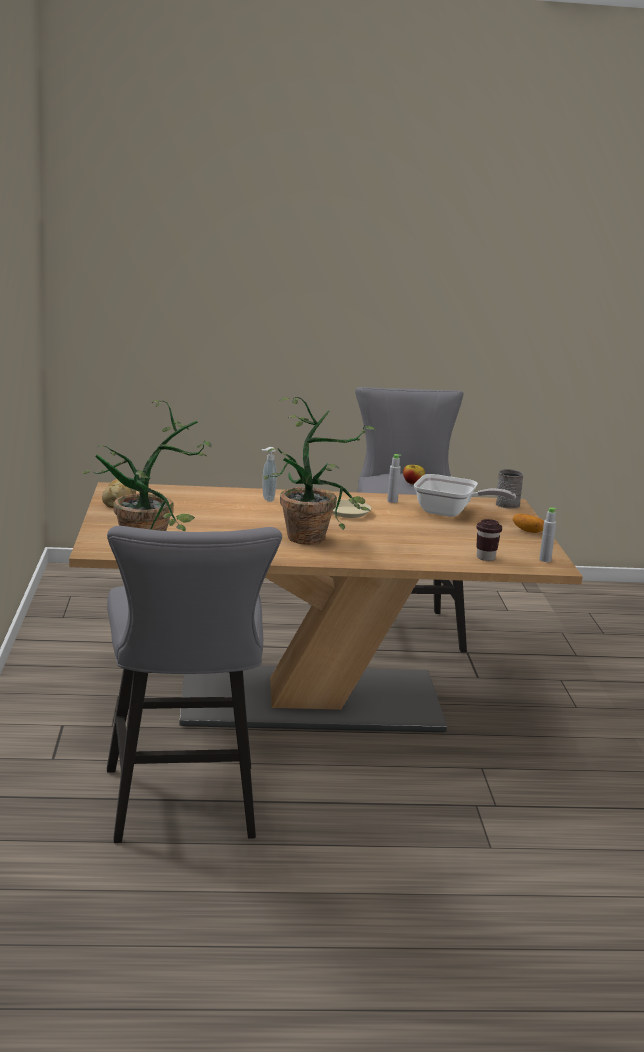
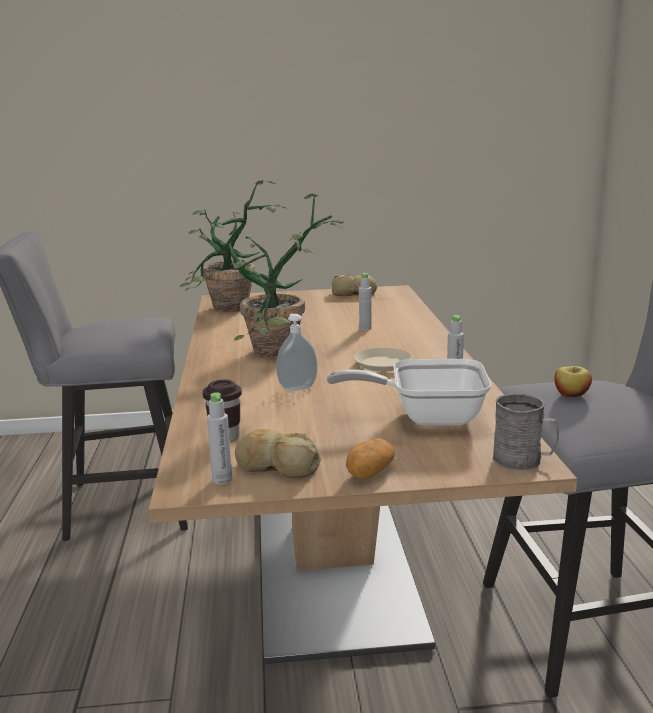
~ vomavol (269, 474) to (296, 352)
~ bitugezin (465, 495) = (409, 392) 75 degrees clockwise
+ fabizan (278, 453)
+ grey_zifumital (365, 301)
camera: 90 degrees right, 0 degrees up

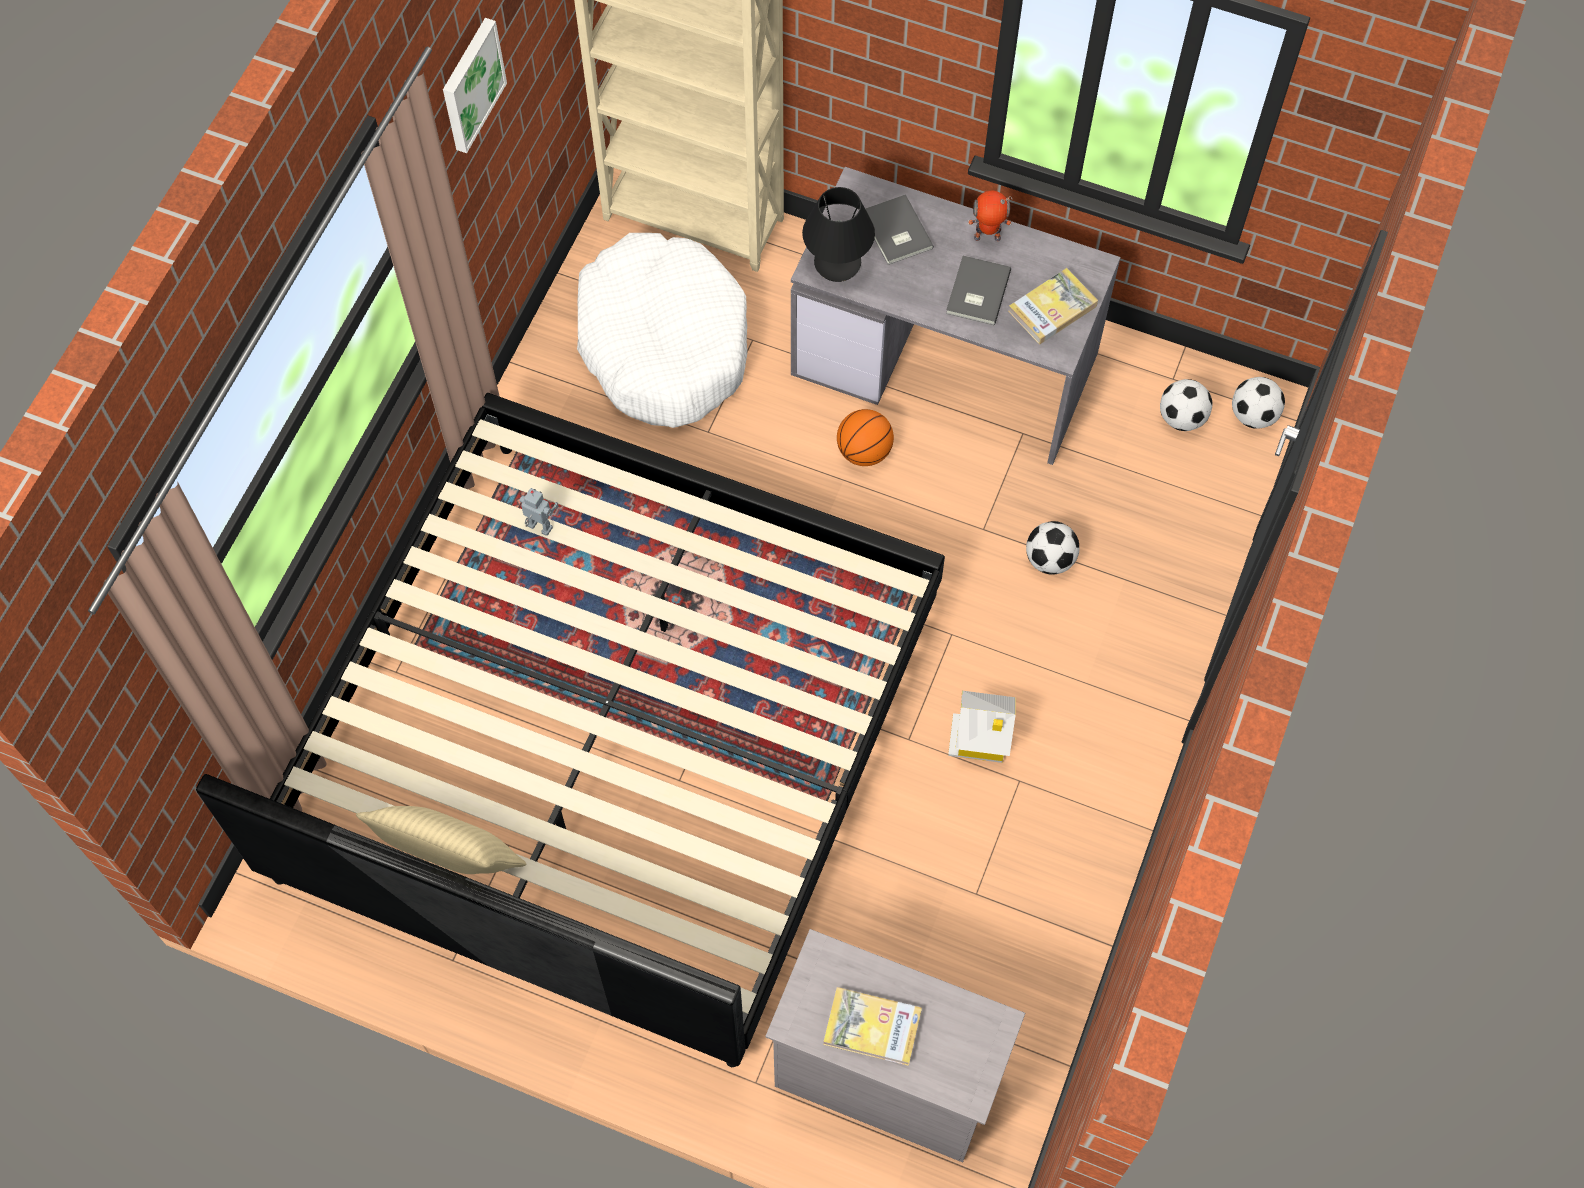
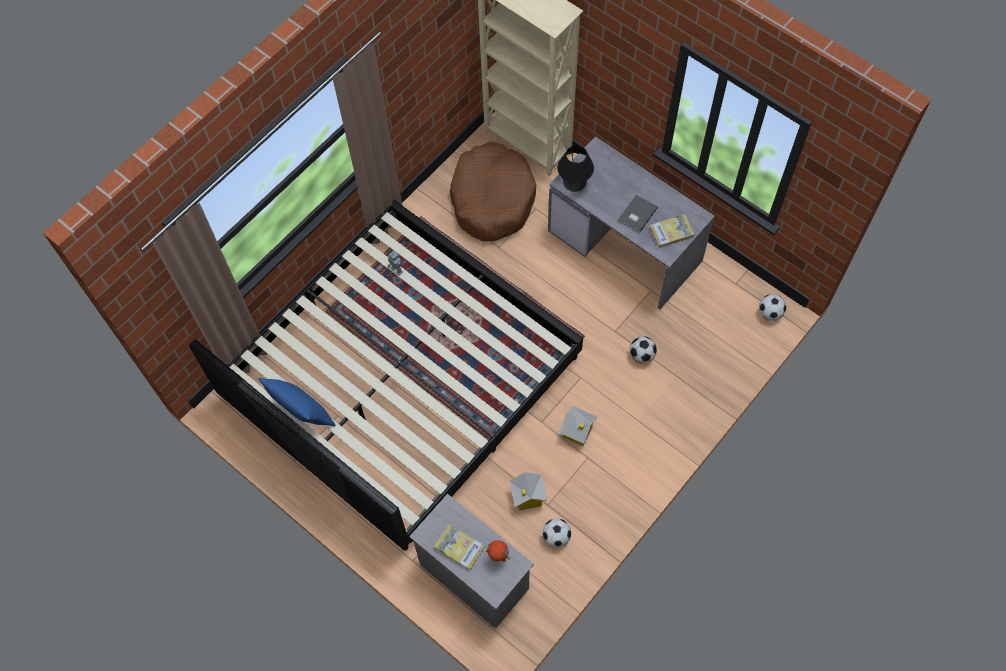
~ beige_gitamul (441, 840) to blue_gitamul (297, 402)
- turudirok (475, 85)
~ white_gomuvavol (662, 330) to brown_gomuvavol (493, 191)
- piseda (865, 437)
- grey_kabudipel (899, 229)
~ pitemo (990, 216) to (498, 551)
~ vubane (1186, 405) to (556, 533)
+ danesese (528, 491)
camera: 20 degrees right, 0 degrees up

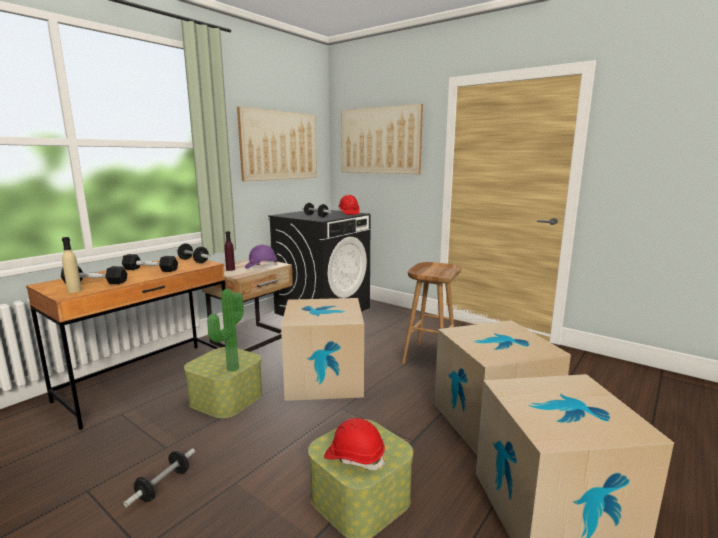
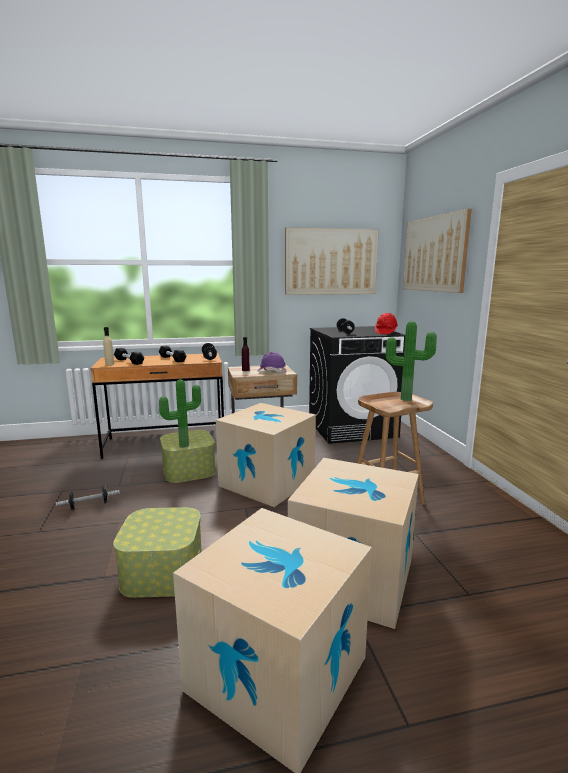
- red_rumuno (354, 444)
+ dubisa (411, 361)
camera: 40 degrees right, 0 degrees up

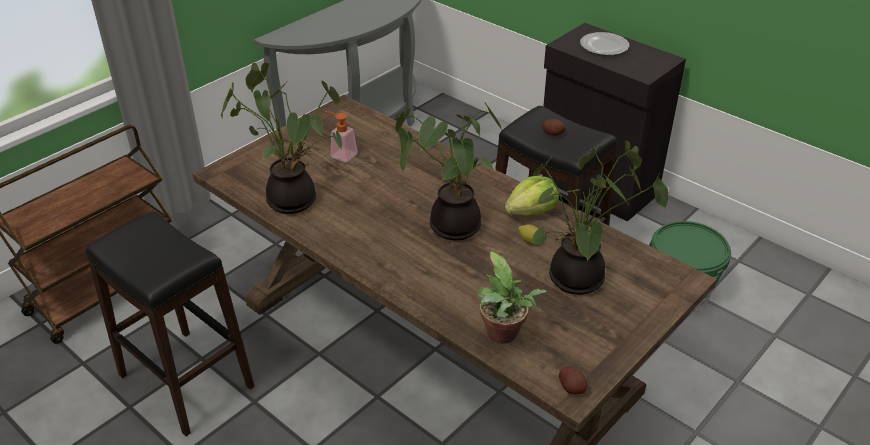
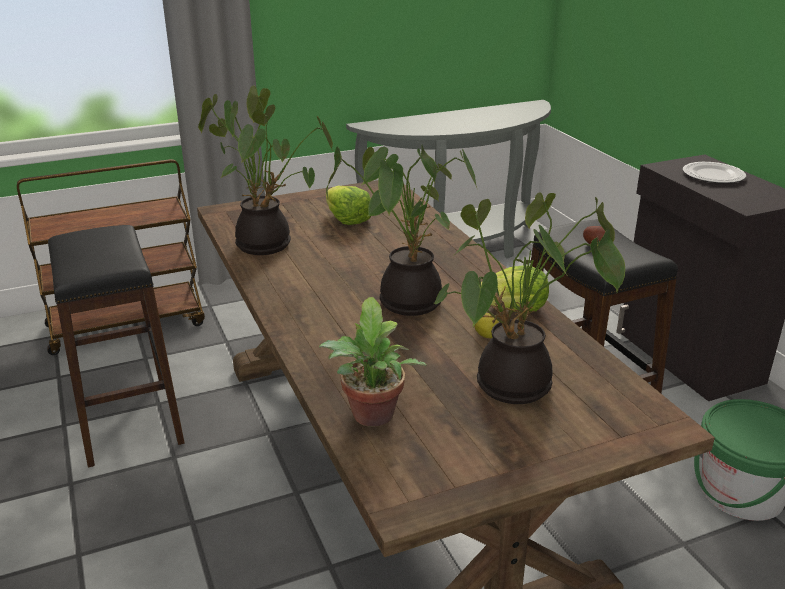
~ vomavol (341, 136) to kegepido (348, 205)
- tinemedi (573, 380)
camera: 25 degrees right, 10 degrees down

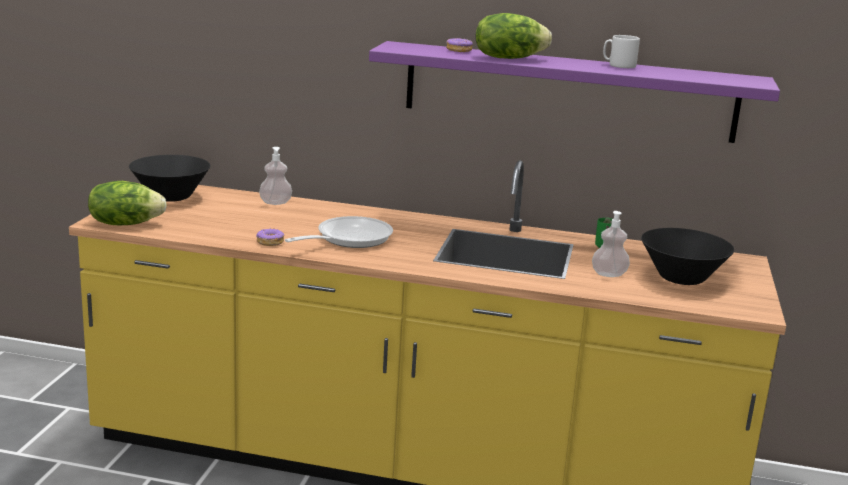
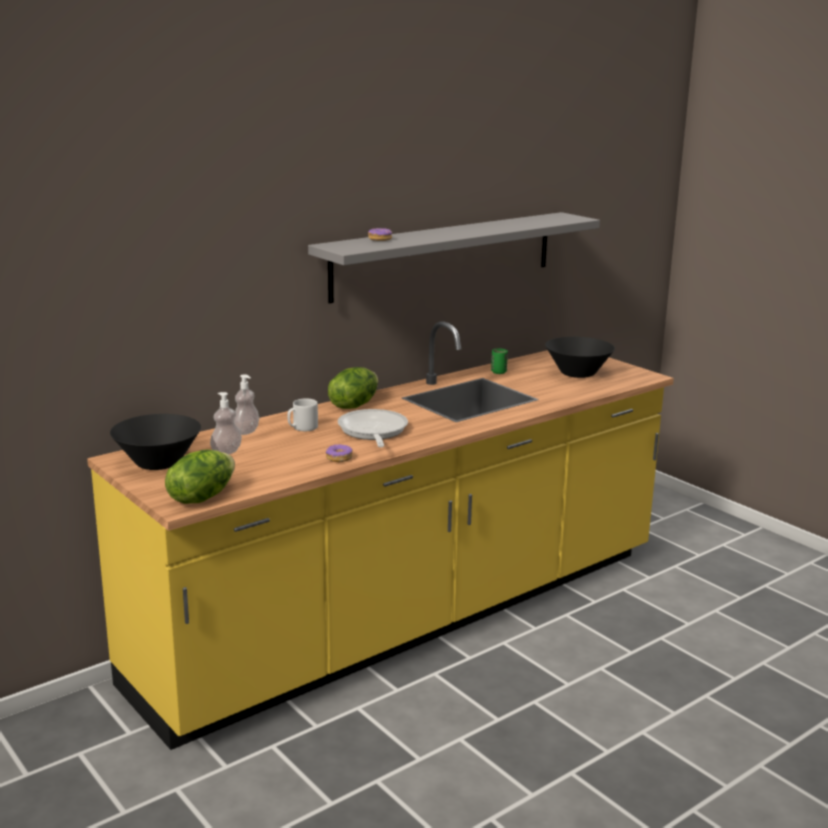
~ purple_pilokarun (574, 92) to grey_pilokarun (454, 258)
~ kegepido (514, 36) to (353, 388)
~ vomavol (611, 244) to (226, 423)
~ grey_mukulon (621, 51) to (302, 414)
camera: 50 degrees left, 0 degrees up

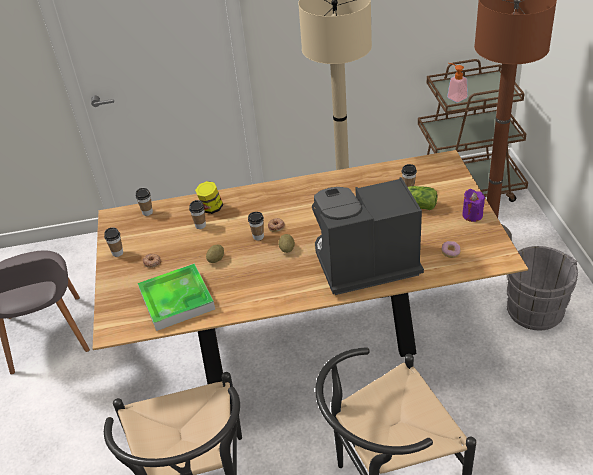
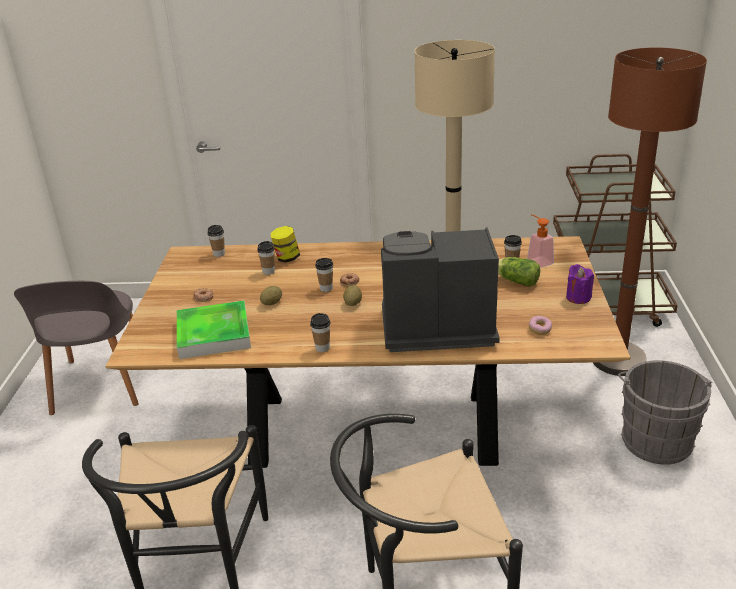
~ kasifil (113, 242) to (320, 332)
~ vomavol (457, 82) to (540, 241)
camera: 10 degrees right, 10 degrees down

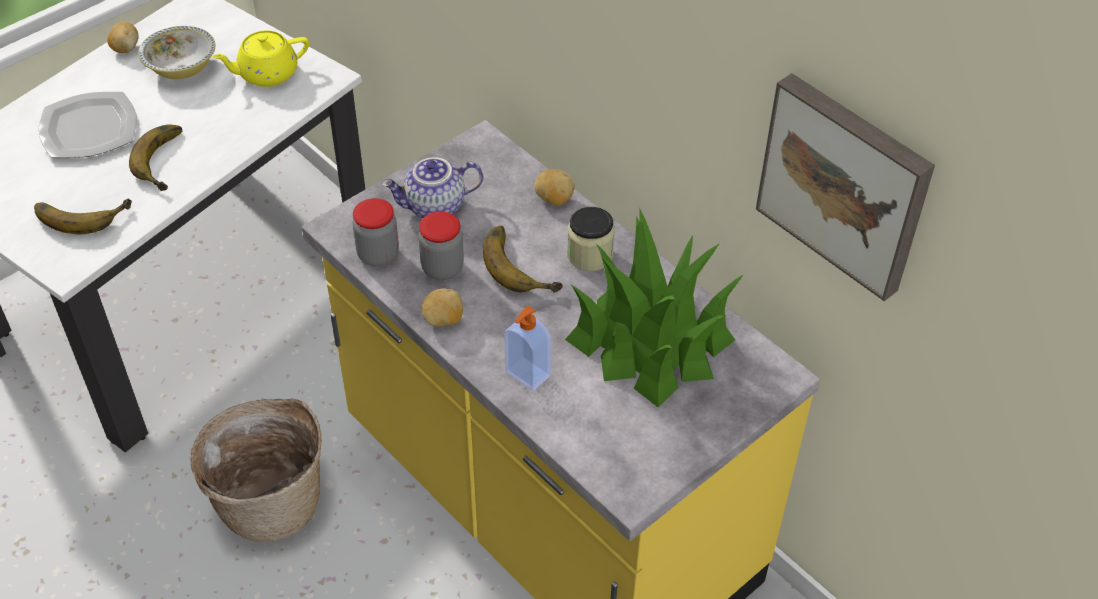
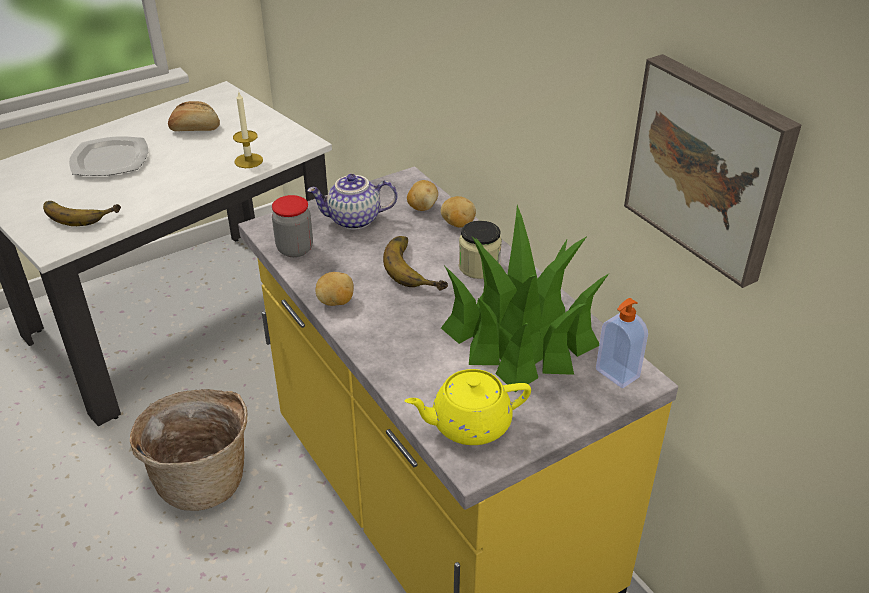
~ tinemedi (123, 37) to (422, 195)
- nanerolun (156, 157)
~ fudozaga (176, 52) to fabizan (194, 116)
~ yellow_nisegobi (260, 58) to (468, 407)
- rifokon (441, 245)
~ vomavol (527, 348) to (622, 343)
+ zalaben (248, 130)
camera: 10 degrees right, 10 degrees down

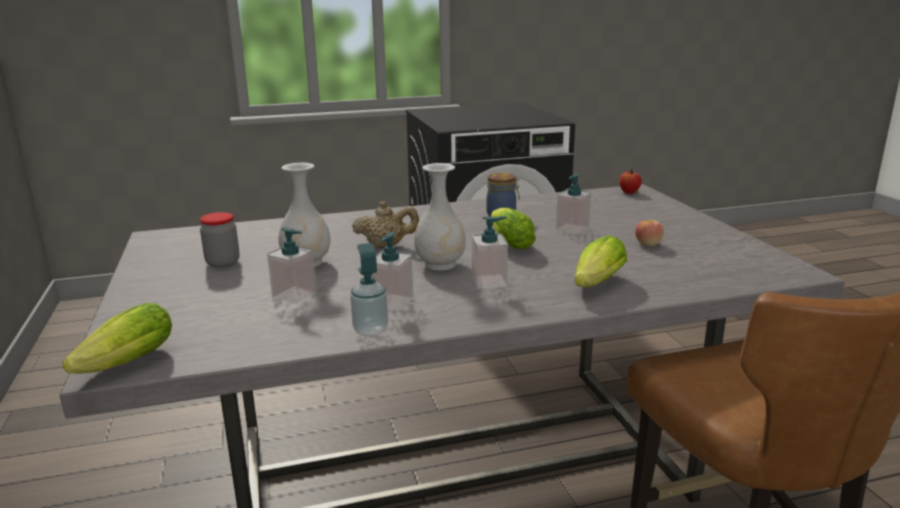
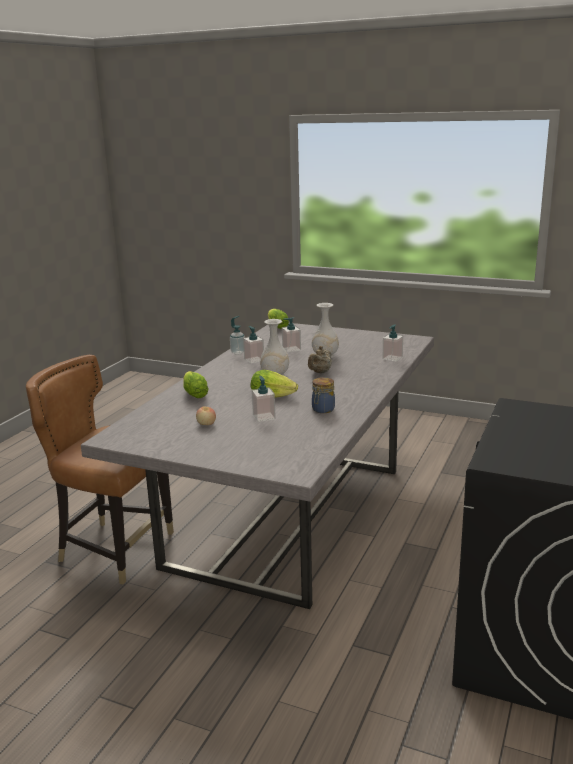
- rifokon (219, 240)
~ vomavol (490, 252) to (393, 342)
- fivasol (630, 181)
camera: 130 degrees right, 0 degrees up

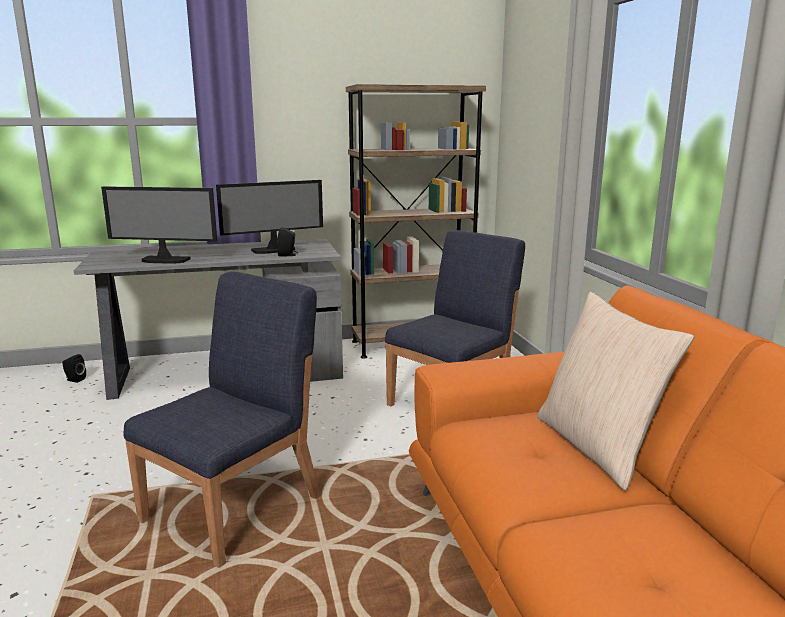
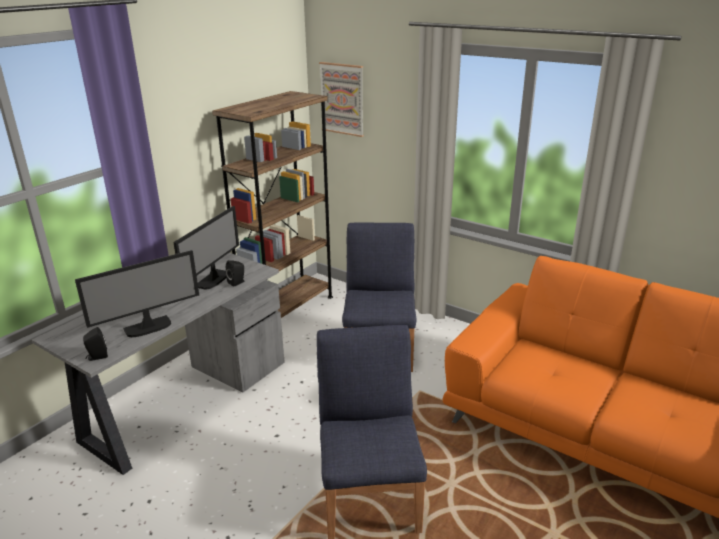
~ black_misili (74, 368) to (95, 344)
- beige_gitamul (615, 391)
+ turudirok (341, 99)
camera: 40 degrees left, 10 degrees up

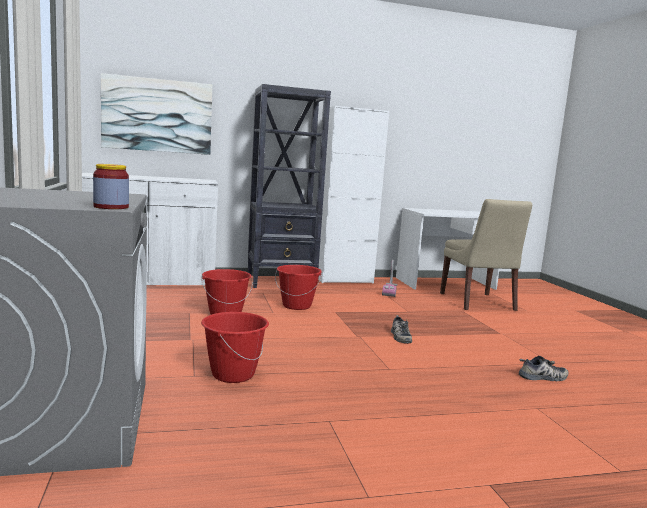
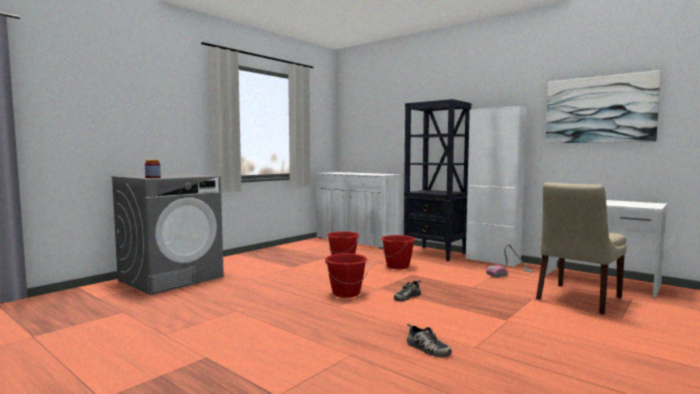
~ turudirok (156, 114) to (603, 106)
~ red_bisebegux (235, 347) to (347, 276)
camera: 55 degrees right, 5 degrees down

